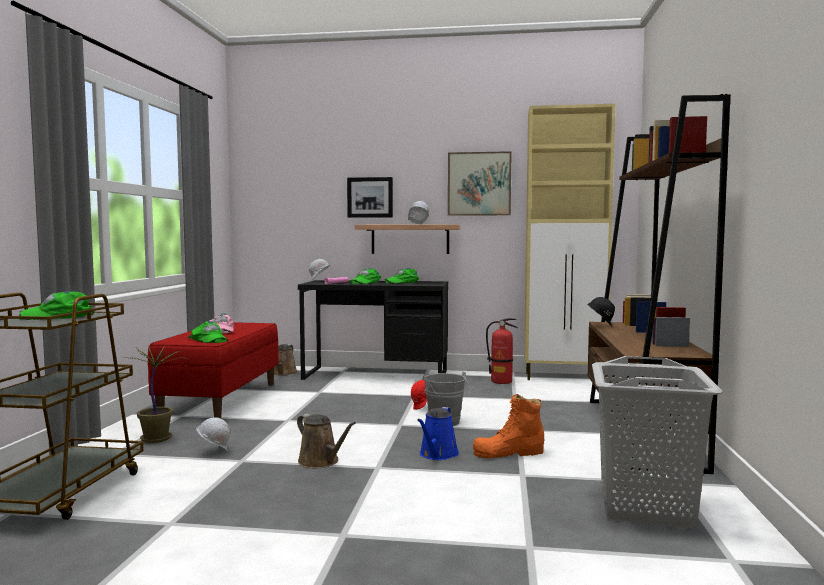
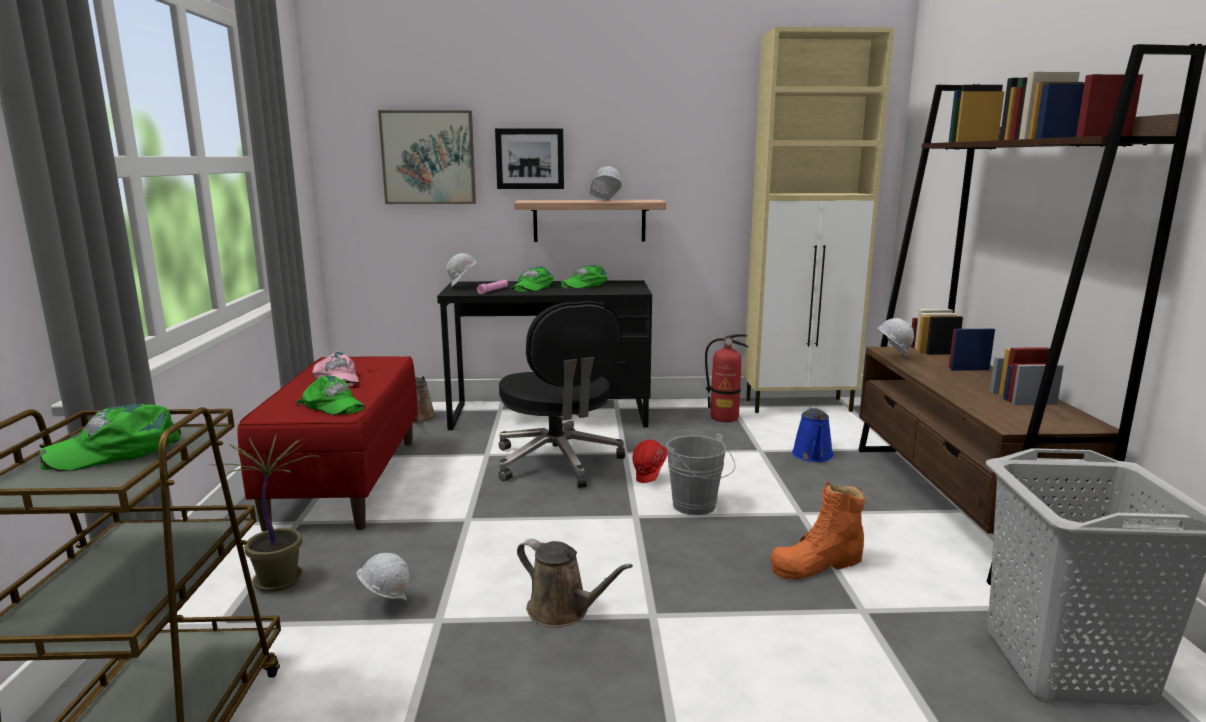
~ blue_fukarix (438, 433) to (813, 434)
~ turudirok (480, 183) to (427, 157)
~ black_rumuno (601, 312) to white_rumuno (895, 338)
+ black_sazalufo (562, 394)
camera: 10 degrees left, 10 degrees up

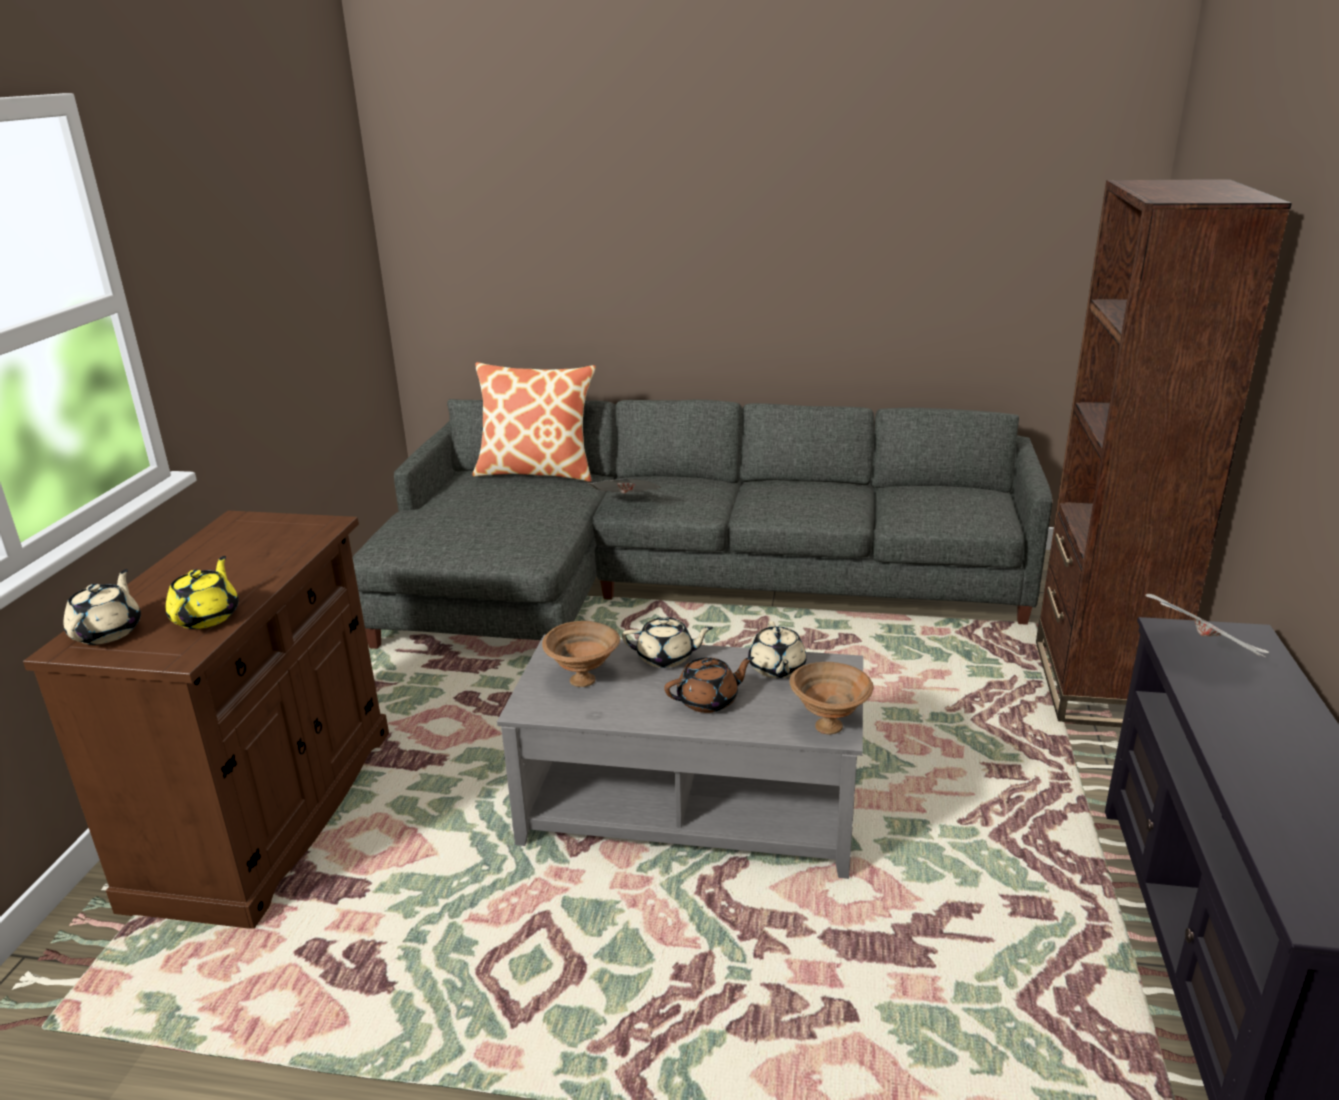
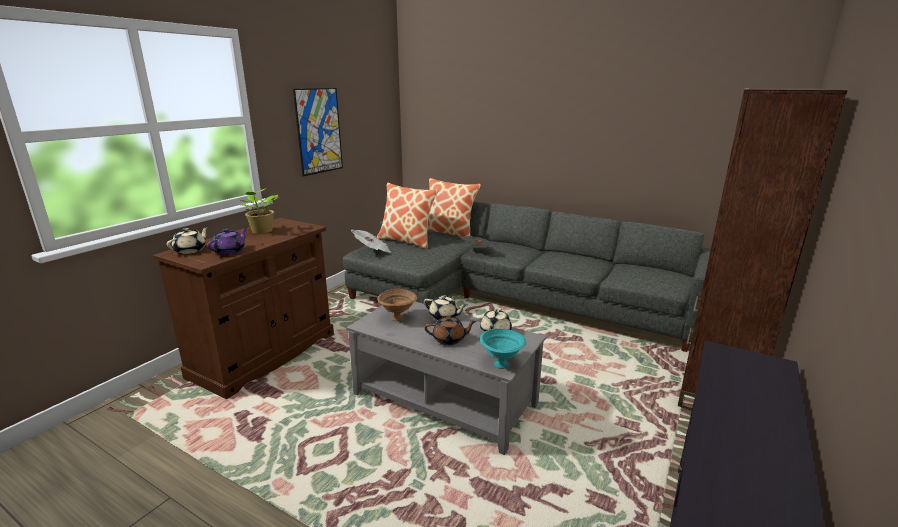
~ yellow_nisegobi (202, 592) to purple_nisegobi (227, 241)
~ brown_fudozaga (832, 698) to turquoise_fudozaga (503, 349)
~ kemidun (1207, 625) to (370, 241)
+ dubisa (258, 211)
+ turudirok (318, 132)
+ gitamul (408, 216)
camera: 20 degrees right, 5 degrees down

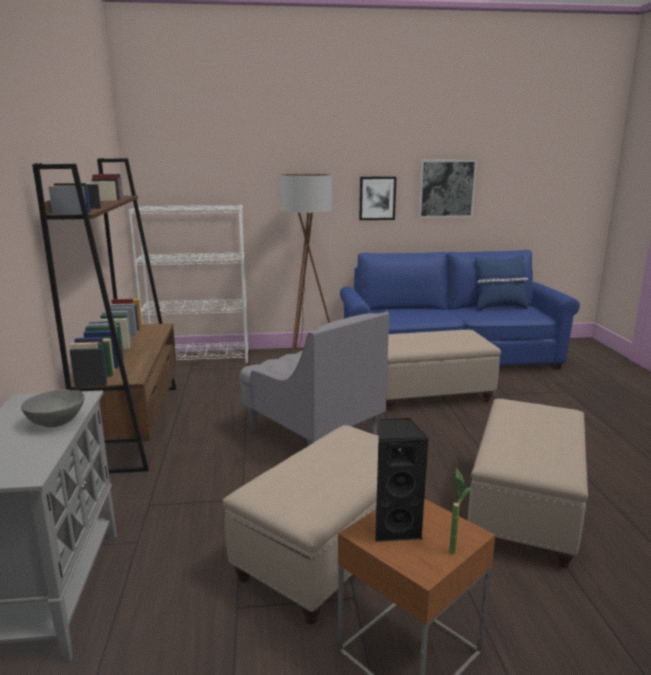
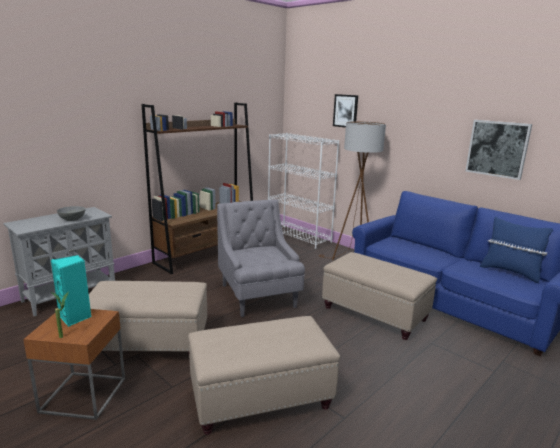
~ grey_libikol (314, 378) = (261, 258) 150 degrees clockwise
~ turudirok (377, 198) to (345, 111)
~ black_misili (402, 480) to turquoise_misili (71, 291)
camera: 50 degrees right, 0 degrees up

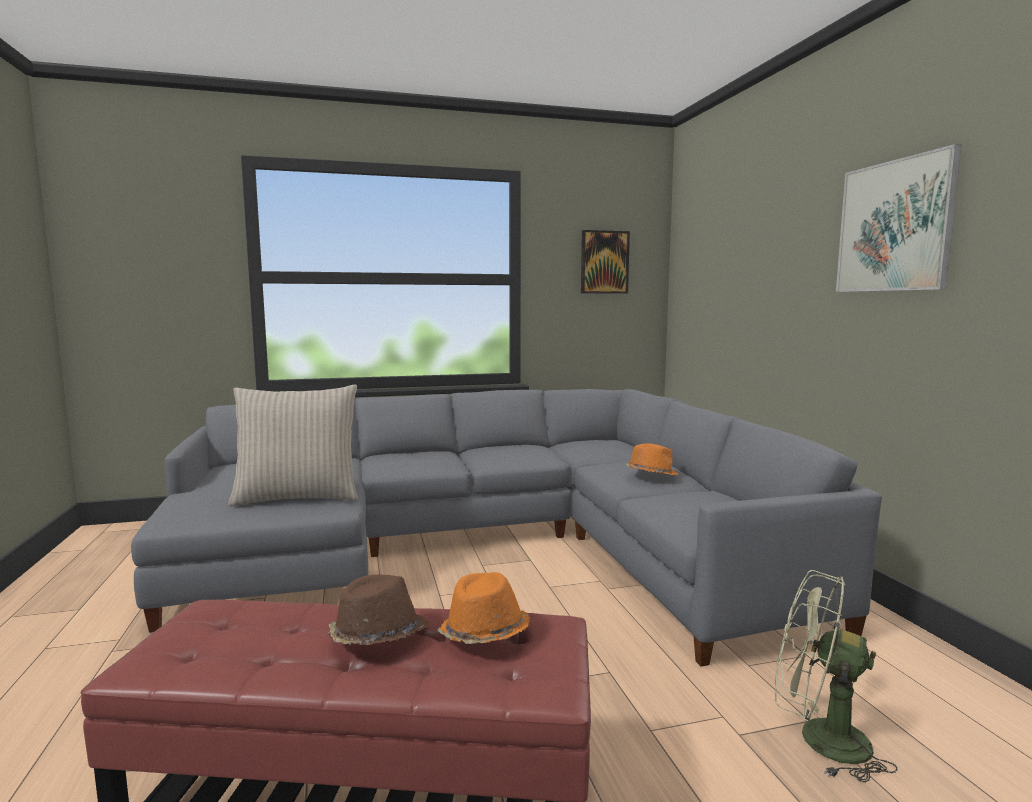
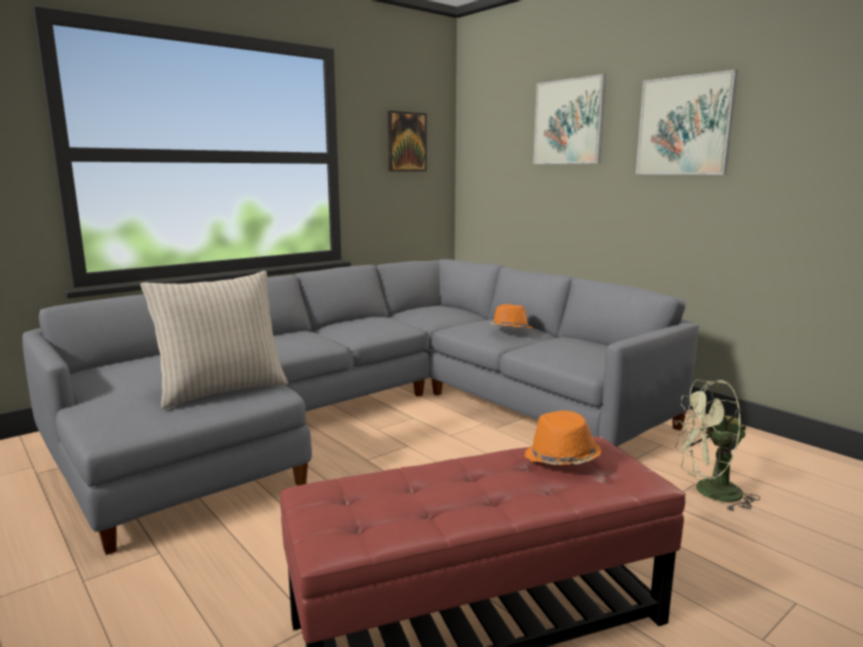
- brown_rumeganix (378, 609)
+ turudirok (570, 119)
camera: 25 degrees left, 5 degrees up

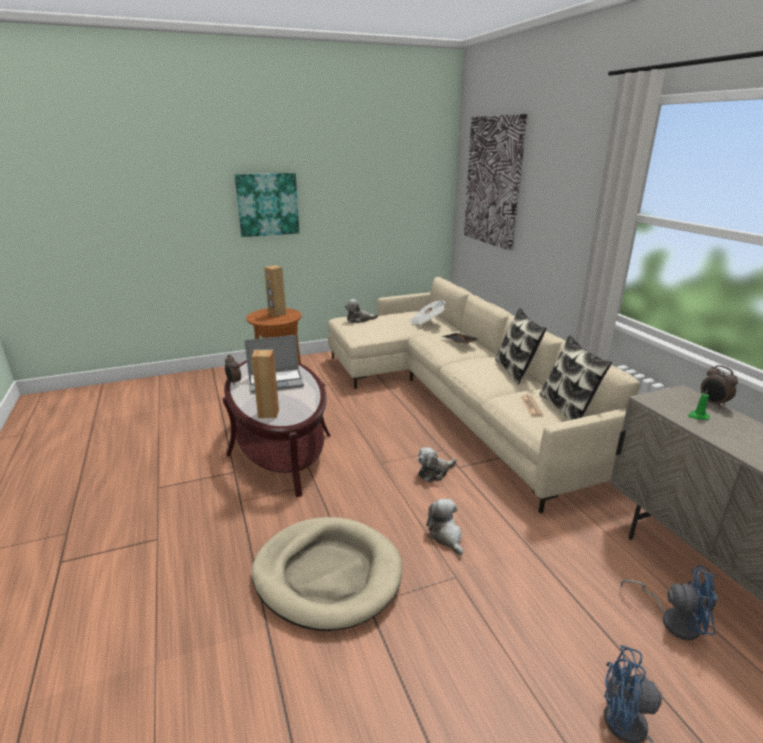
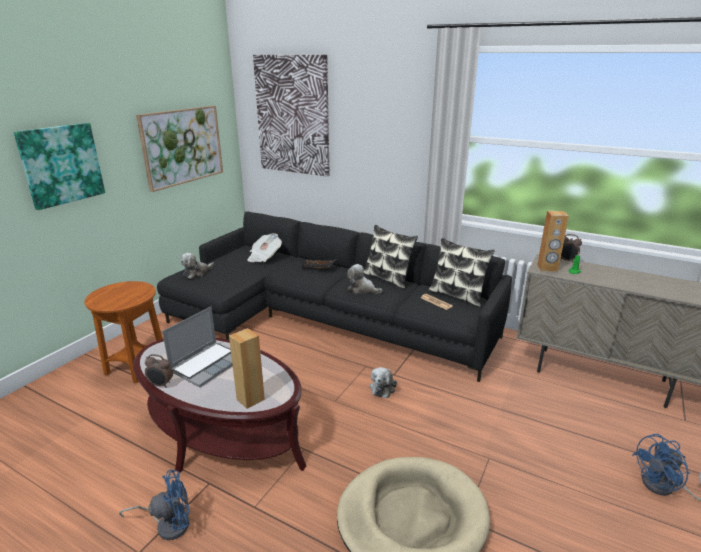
~ brown_misili (275, 291) to (553, 241)
~ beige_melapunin (484, 395) to black_melapunin (334, 297)
~ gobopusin (444, 527) to (364, 279)
~ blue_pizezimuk (669, 602) to (154, 504)
+ turudirok (179, 149)
camera: 40 degrees left, 0 degrees up

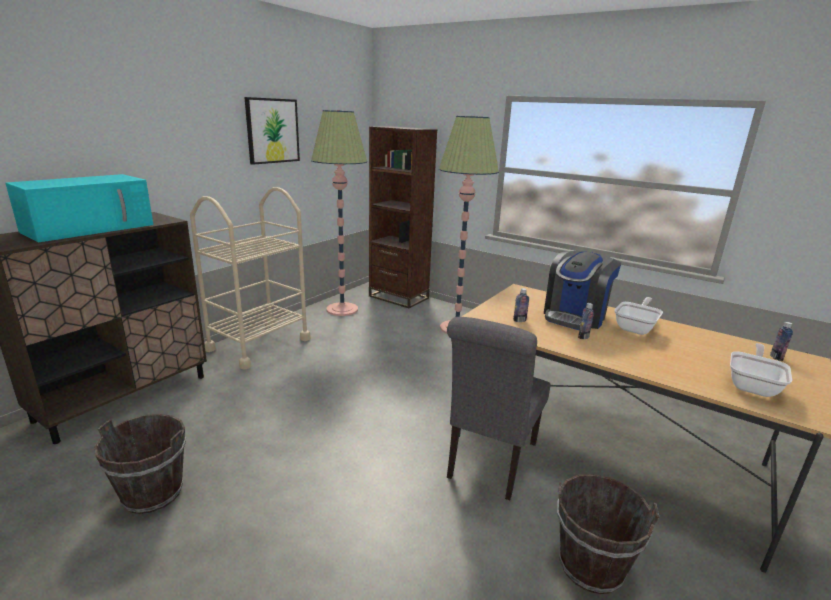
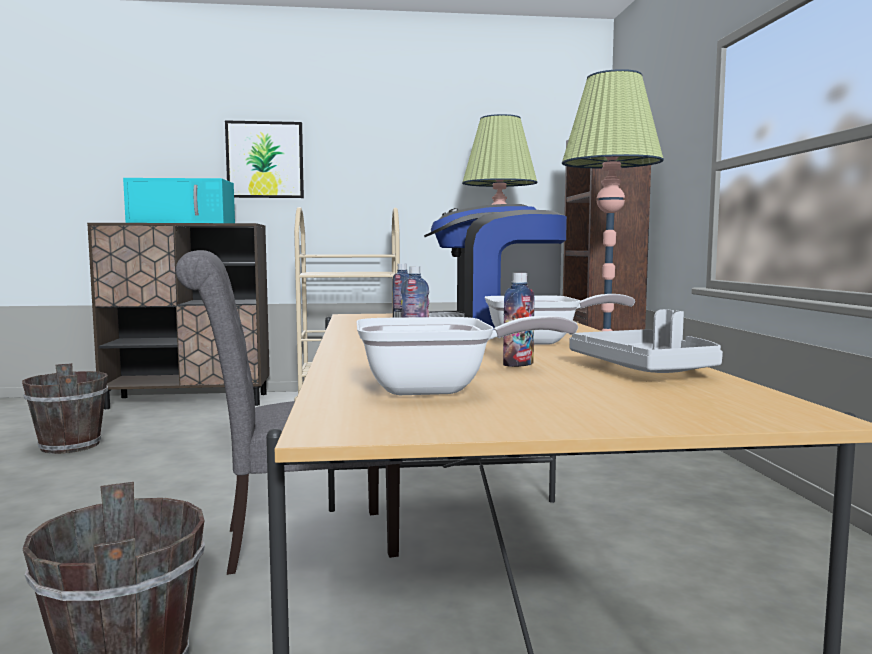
~ turudirok (272, 131) to (264, 159)
~ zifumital (781, 341) to (518, 320)
+ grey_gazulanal (646, 341)
camera: 50 degrees right, 15 degrees down

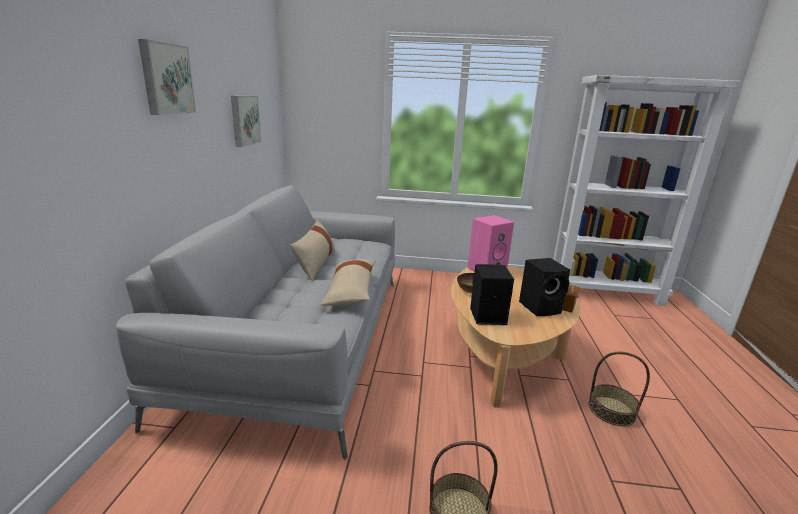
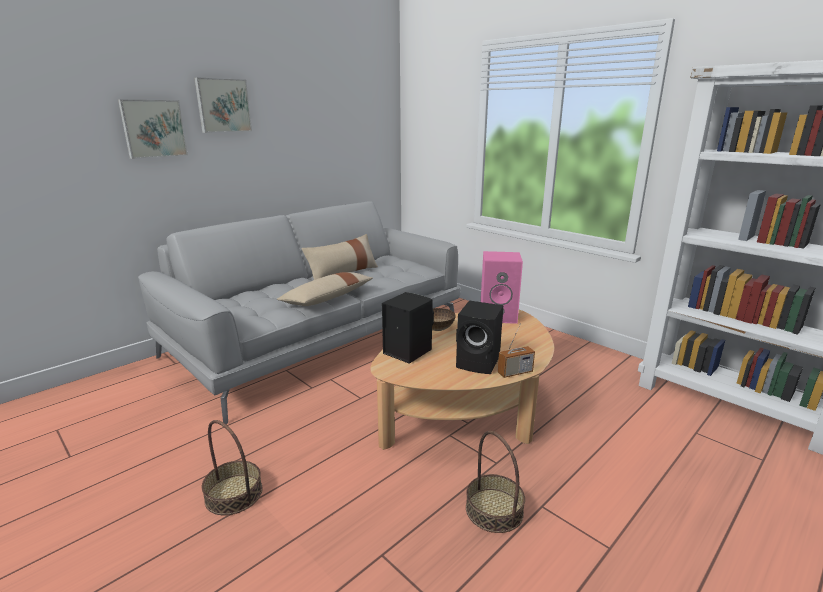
~ turudirok (246, 121) to (153, 129)
camera: 40 degrees right, 0 degrees up

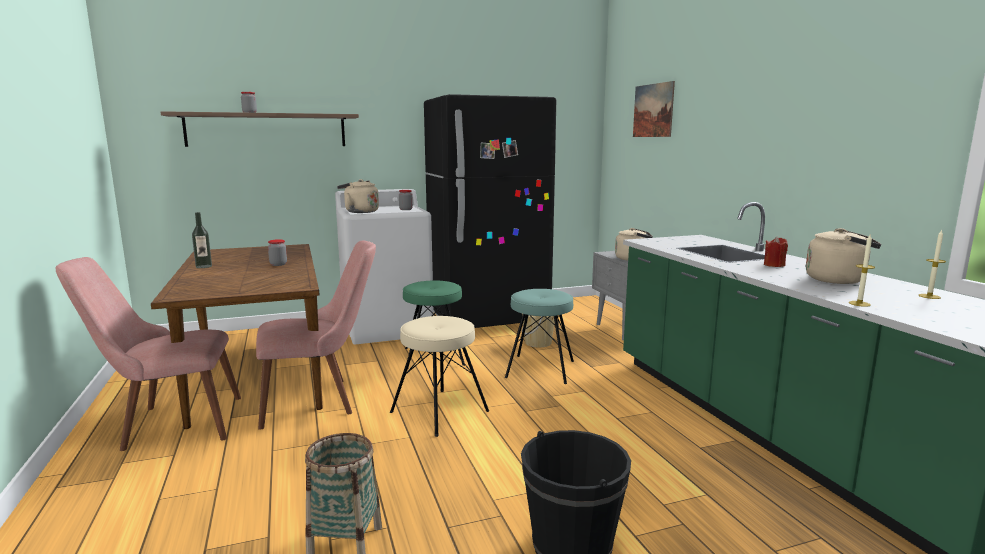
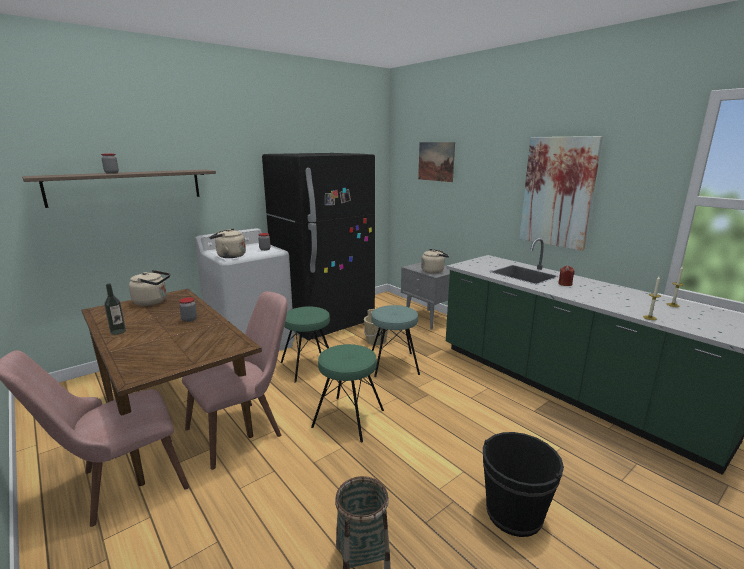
~ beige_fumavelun (439, 376) to green_fumavelun (347, 393)
~ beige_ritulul (843, 256) to (149, 288)
+ turudirok (561, 193)
camera: 20 degrees left, 5 degrees up

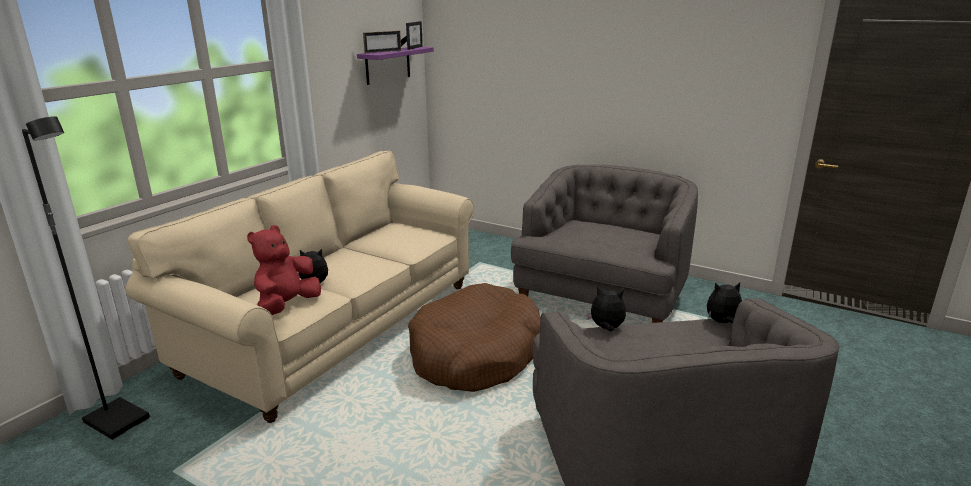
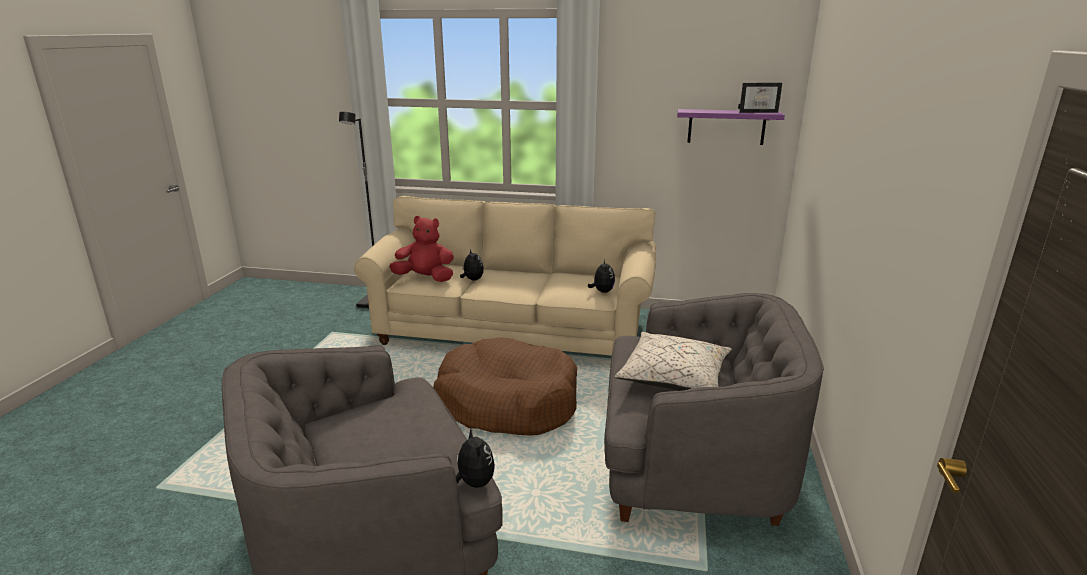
- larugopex (382, 42)
~ gobopusin (606, 309) to (601, 276)
+ beige_gitamul (673, 361)
camera: 70 degrees right, 0 degrees up

